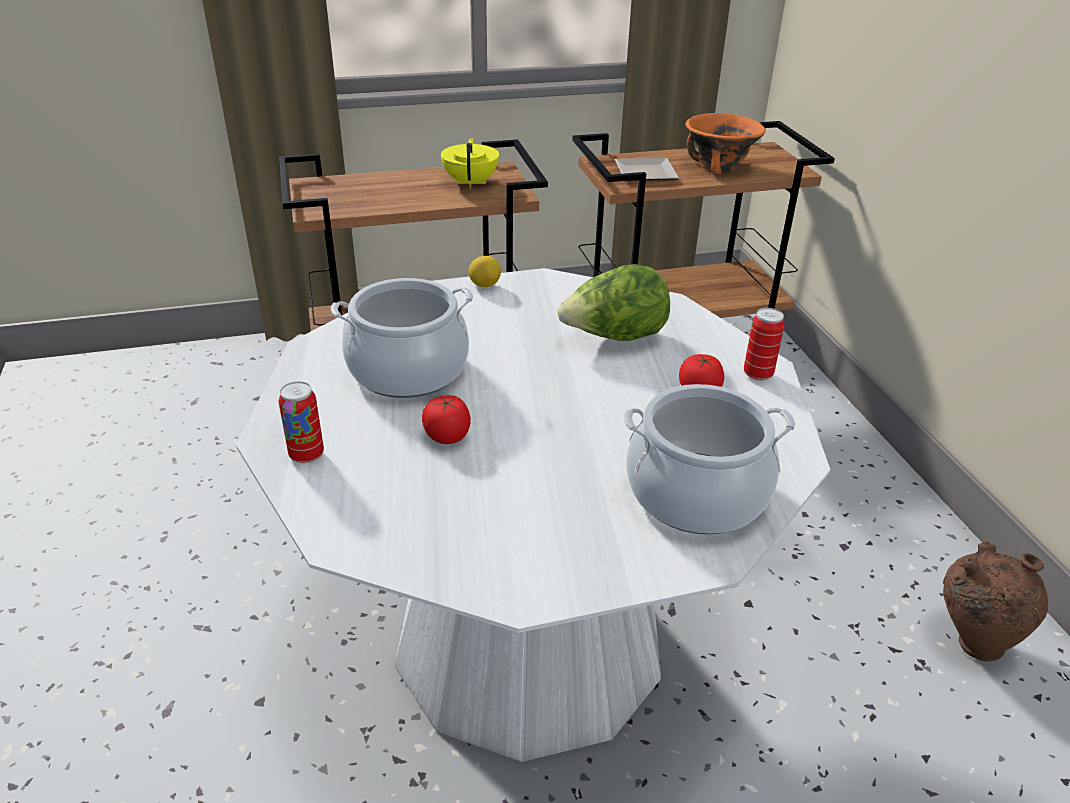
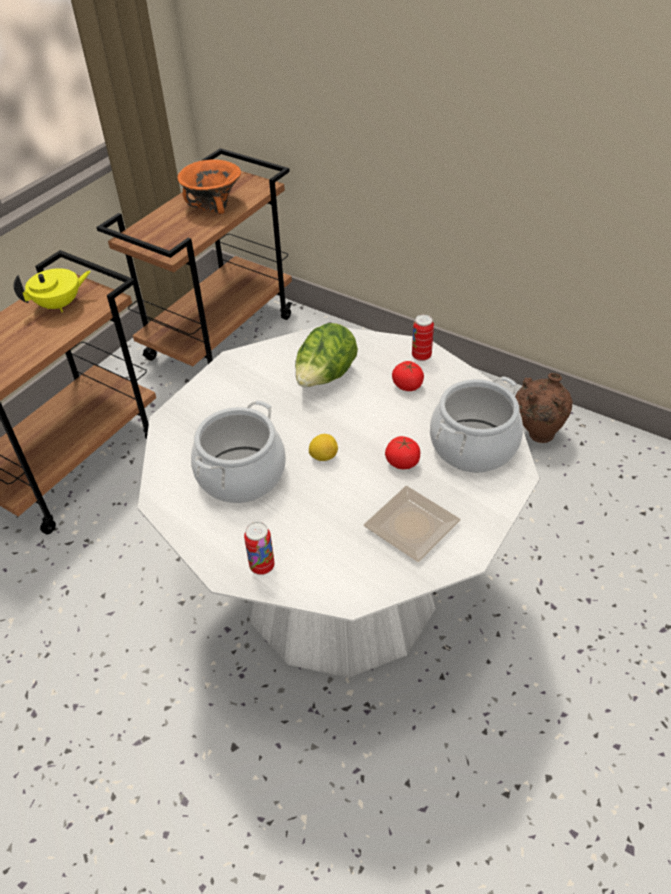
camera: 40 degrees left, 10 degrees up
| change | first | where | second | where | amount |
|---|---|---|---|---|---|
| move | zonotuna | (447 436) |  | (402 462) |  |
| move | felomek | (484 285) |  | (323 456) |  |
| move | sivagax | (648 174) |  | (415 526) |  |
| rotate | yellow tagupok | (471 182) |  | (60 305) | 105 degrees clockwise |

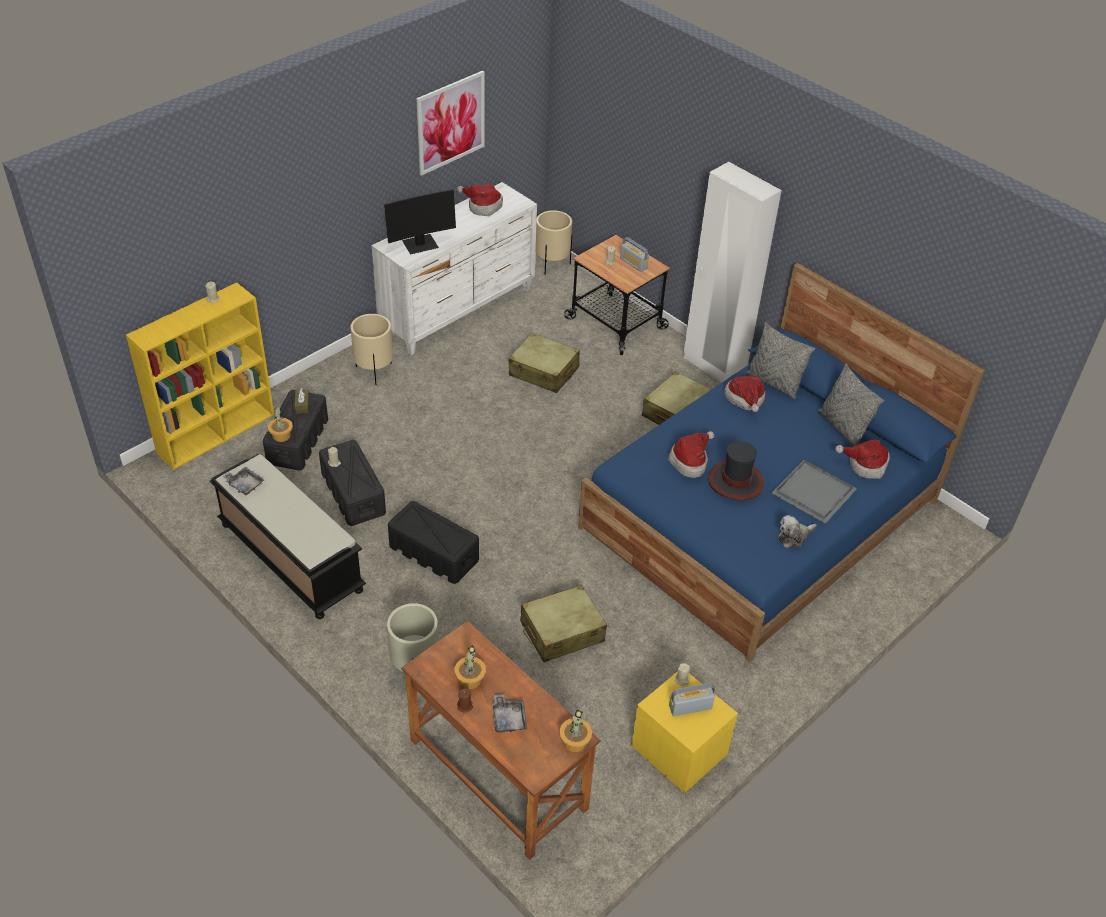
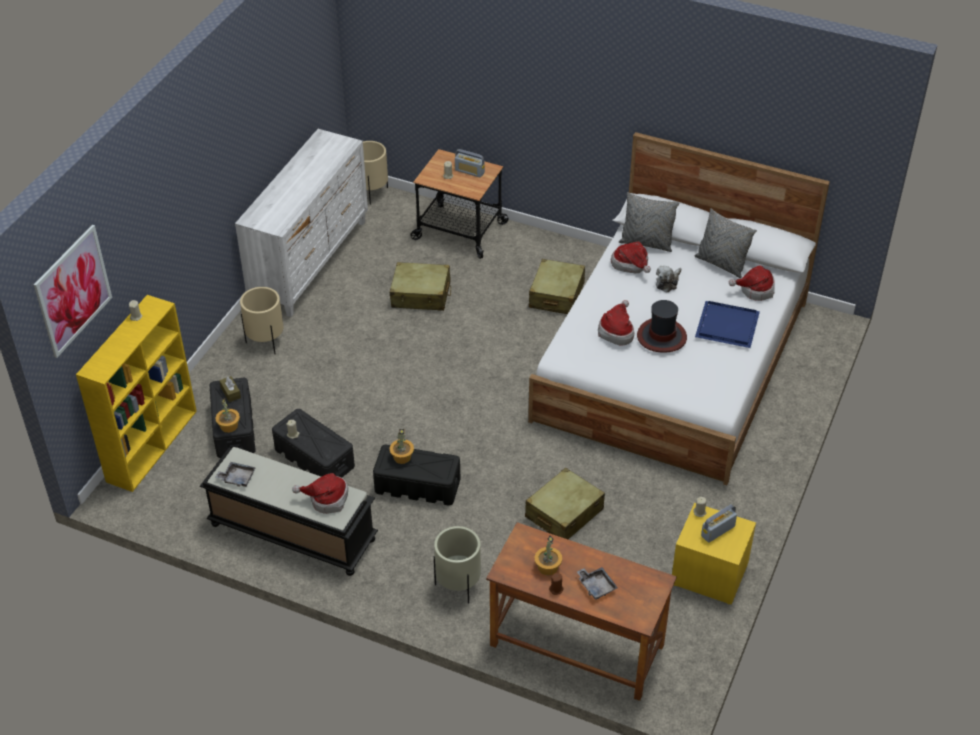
camera: 20 degrees left, 0 degrees up
| change | first | where | second | where | amount |
|---|---|---|---|---|---|
| delete | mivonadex | (420 245) |  |  |  |
| delete | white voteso | (713 368) |  |  |  |
| move | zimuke | (450 122) |  | (73 290) |  |
| move | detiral | (482 206) |  | (326 499) |  |
| move | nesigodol | (575 741) |  | (402 457) |  |
| move | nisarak | (794 537) |  | (668 283) |  |
| recolor | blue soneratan | (761 514) | white soneratan | (673 360) |  |
| recolor | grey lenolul | (813 491) | blue lenolul | (726 325) |  |

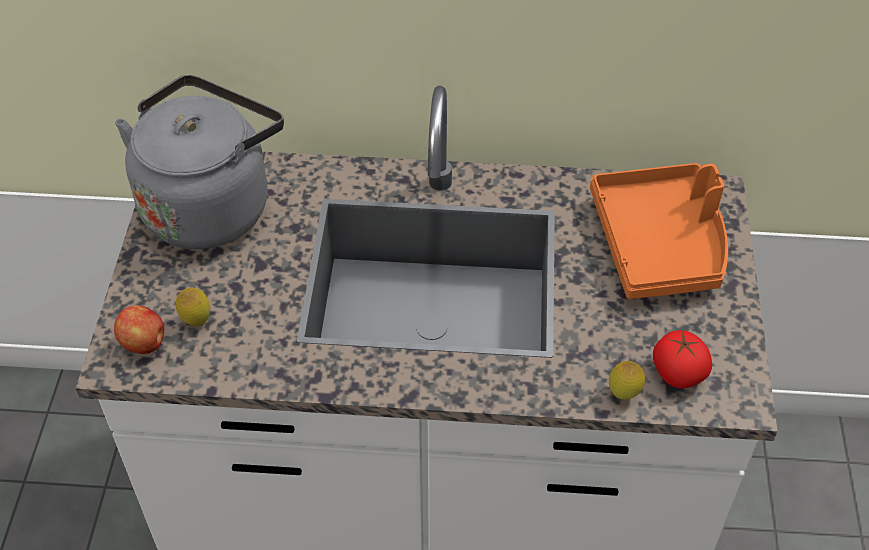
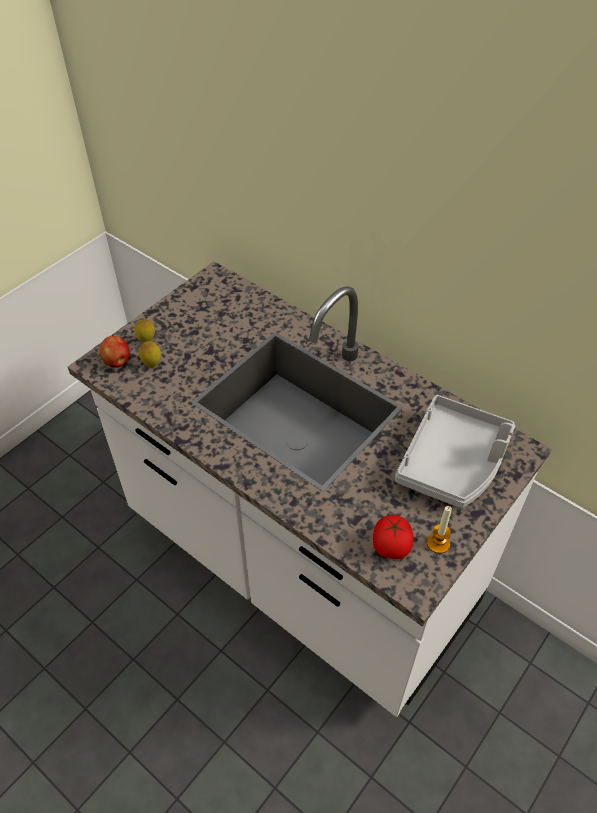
camera: 35 degrees right, 0 degrees up
| change | first | where | second | where | amount |
|---|---|---|---|---|---|
| delete | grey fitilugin | (210 205) |  |  |  |
| insert |  |  | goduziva | (438 543) |  |
| move | felomek | (623 394) |  | (146 341) |  |
| recolor | orange lenolul | (660 244) | grey lenolul | (453 461) |  |

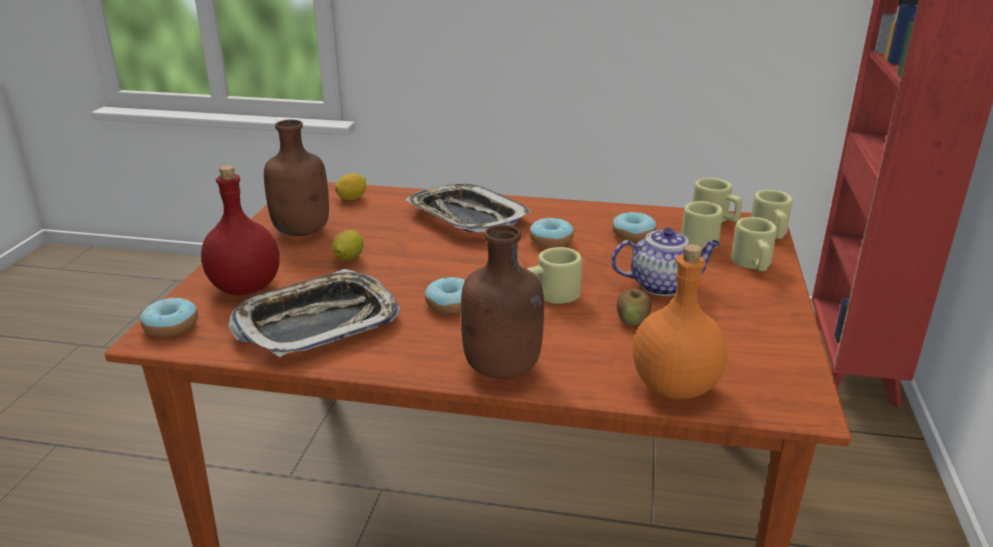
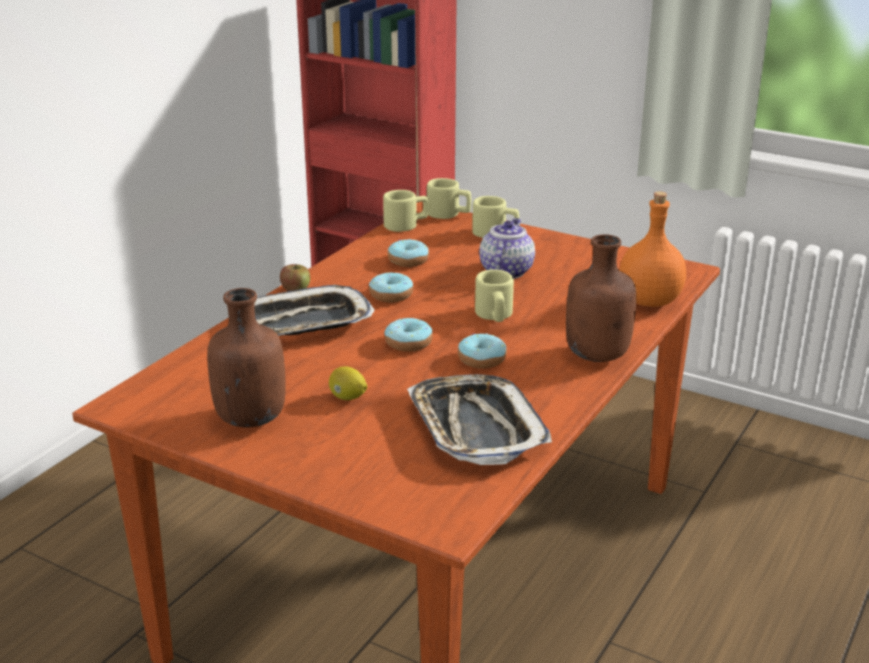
camera: 70 degrees left, 0 degrees up
| change | first | where | second | where | amount |
|---|---|---|---|---|---|
| delete | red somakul | (247 287) |  |  |  |
| delete | felomek | (352 198) |  |  |  |
| delete | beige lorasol | (702 240) |  |  |  |
| move | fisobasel | (171 326) |  | (408 343) |  |
| move | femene | (632 320) |  | (296 289) |  |

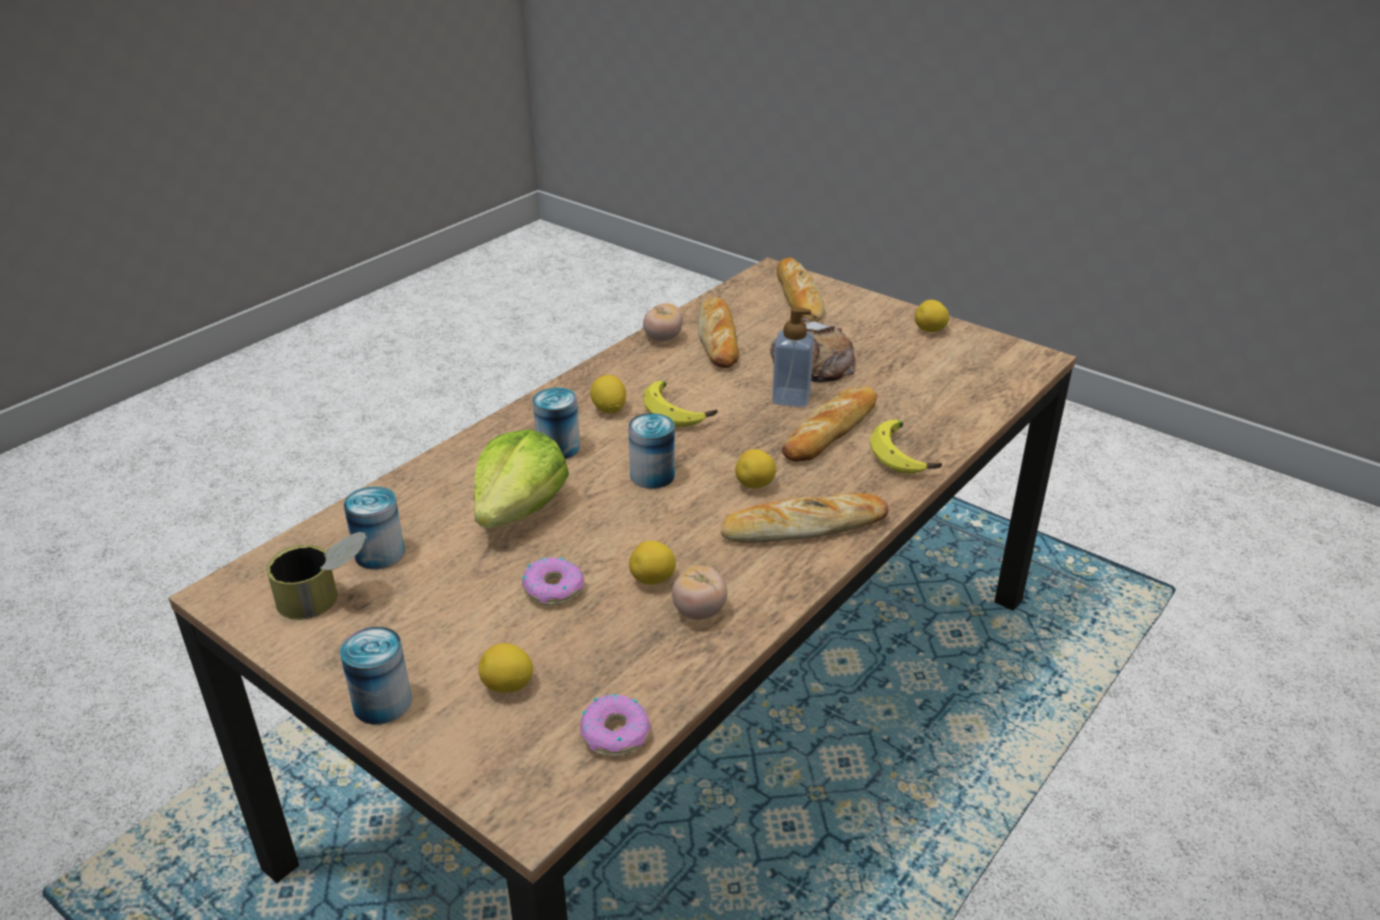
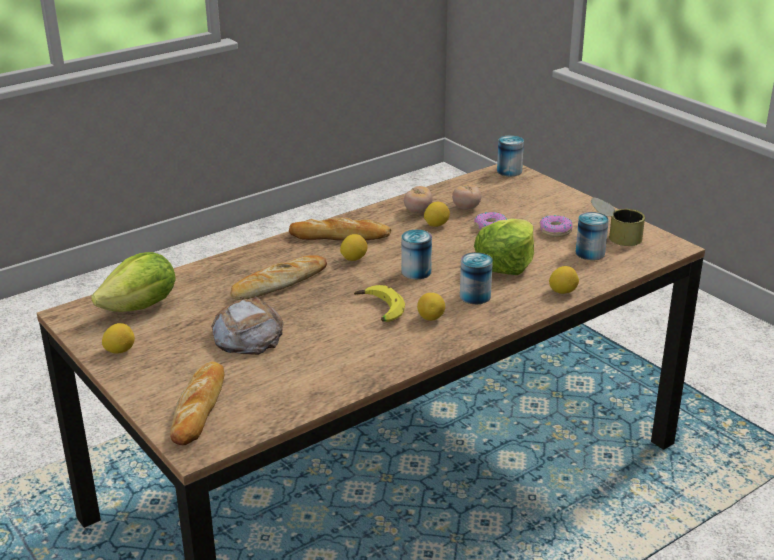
camera: 165 degrees left, 5 degrees down
| change | first | where | second | where | amount |
|---|---|---|---|---|---|
| delete | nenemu | (718 338) |  |  |  |
| delete | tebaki | (791 398) |  |  |  |
| delete | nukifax | (905 455) |  |  |  |
| insert |  |  | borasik | (141 307) |  |
| move | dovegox | (382 703) |  | (509 171) |  |
| move | felomek | (508 686) |  | (563 291) |  |
| move | fisobasel | (615 733) |  | (555 231) |  |
| move | zonotuna | (663 338) |  | (466 208) |  |

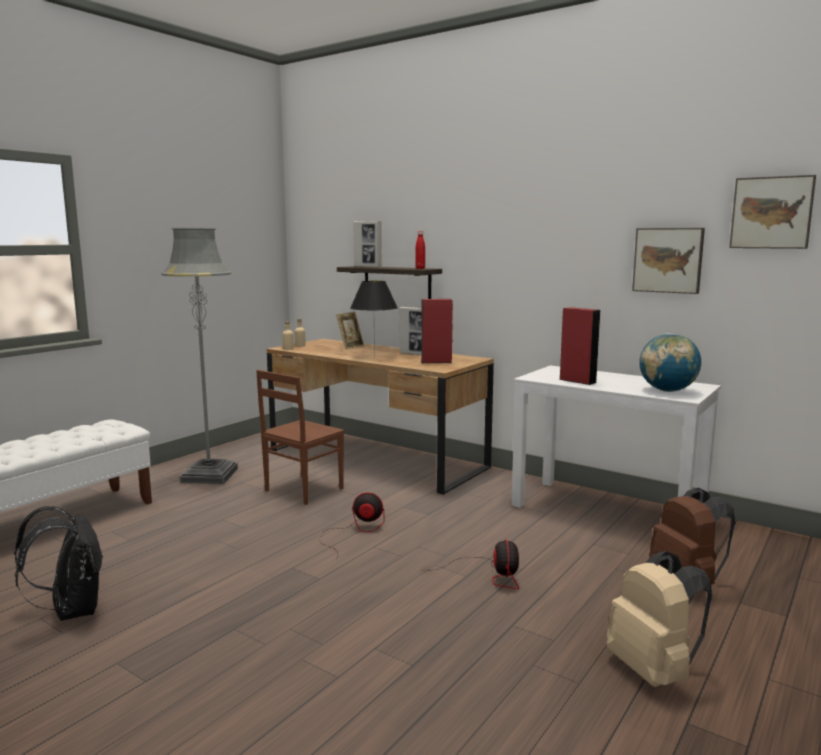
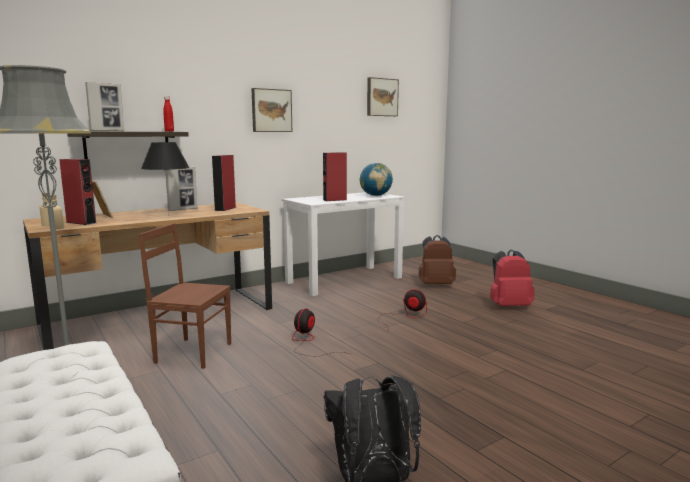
camera: 70 degrees left, 0 degrees up
| change | first | where | second | where | amount |
|---|---|---|---|---|---|
| insert |  |  | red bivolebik | (81 222) |  |
| move | zimuke | (668 260) |  | (271 110) |  |
| recolor | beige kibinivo | (654 671) | red kibinivo | (509 306) |  |
| rotate | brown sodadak | (302 490) |  | (193 352) | 135 degrees clockwise |

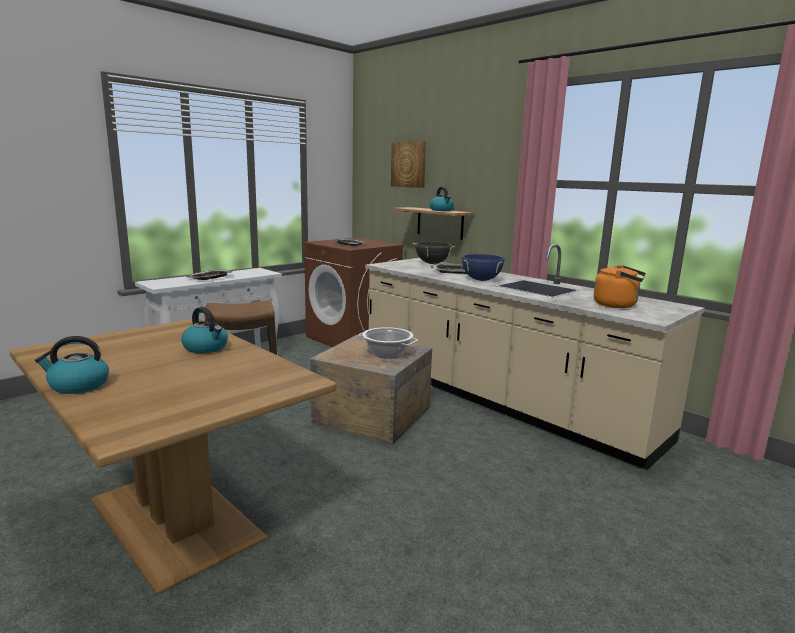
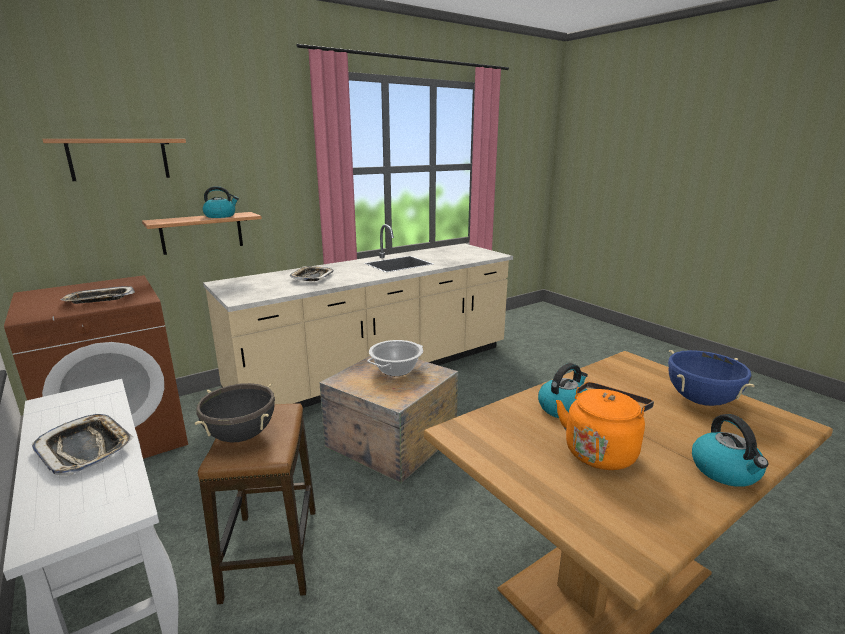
camera: 80 degrees left, 5 degrees up
| change | first | where | second | where | amount |
|---|---|---|---|---|---|
| move | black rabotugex | (432 263) |  | (241 436) |  |
| move | blue rabotugex | (481 280) |  | (700 400) |  |
| move | orange fitilugin | (617 305) |  | (601 451) |  |
| replace | zimuke | (409 164) | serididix | (119 159) |  |

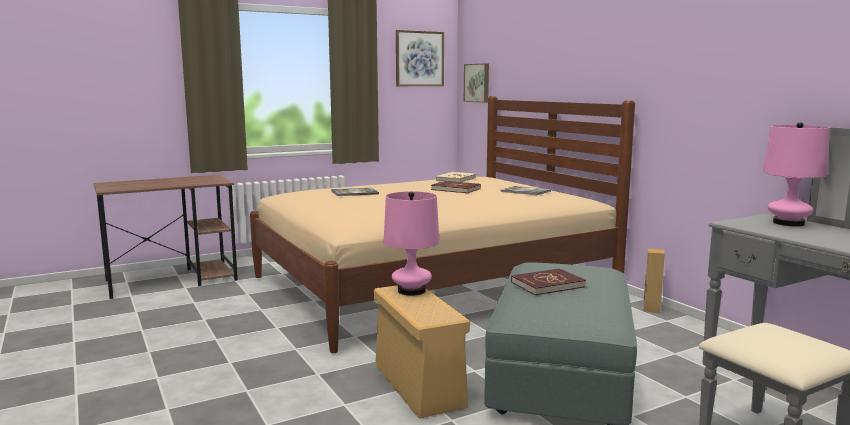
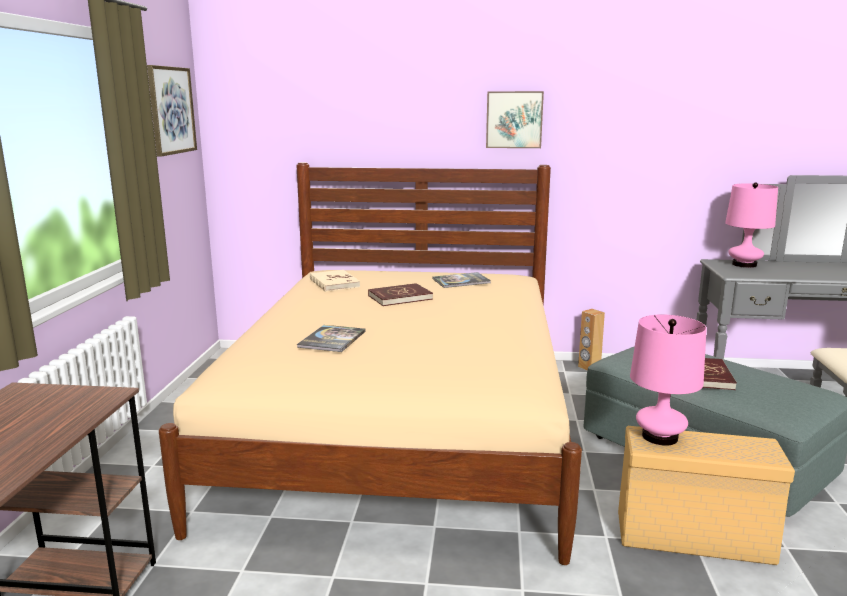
camera: 55 degrees left, 5 degrees up
| change | first | where | second | where | amount |
|---|---|---|---|---|---|
| move | zimuke | (477 83) |  | (514 119) |  |

